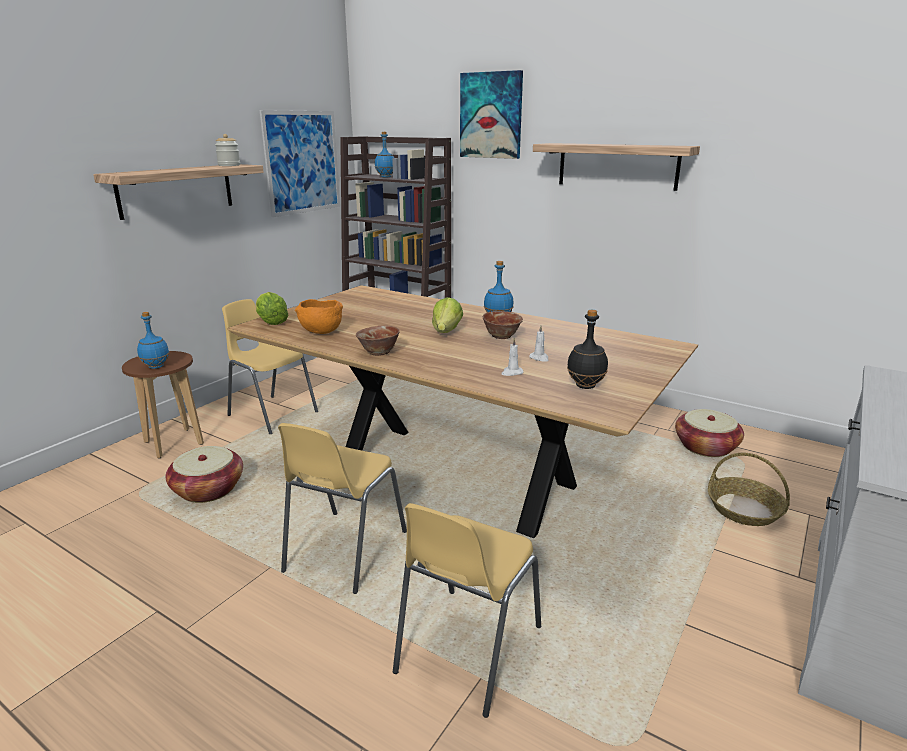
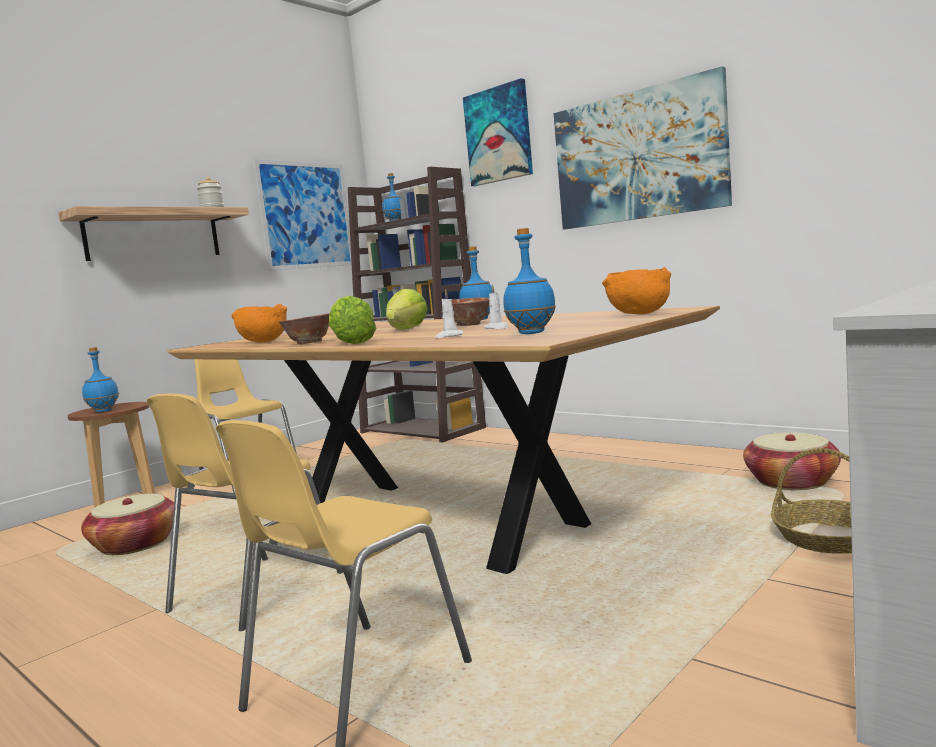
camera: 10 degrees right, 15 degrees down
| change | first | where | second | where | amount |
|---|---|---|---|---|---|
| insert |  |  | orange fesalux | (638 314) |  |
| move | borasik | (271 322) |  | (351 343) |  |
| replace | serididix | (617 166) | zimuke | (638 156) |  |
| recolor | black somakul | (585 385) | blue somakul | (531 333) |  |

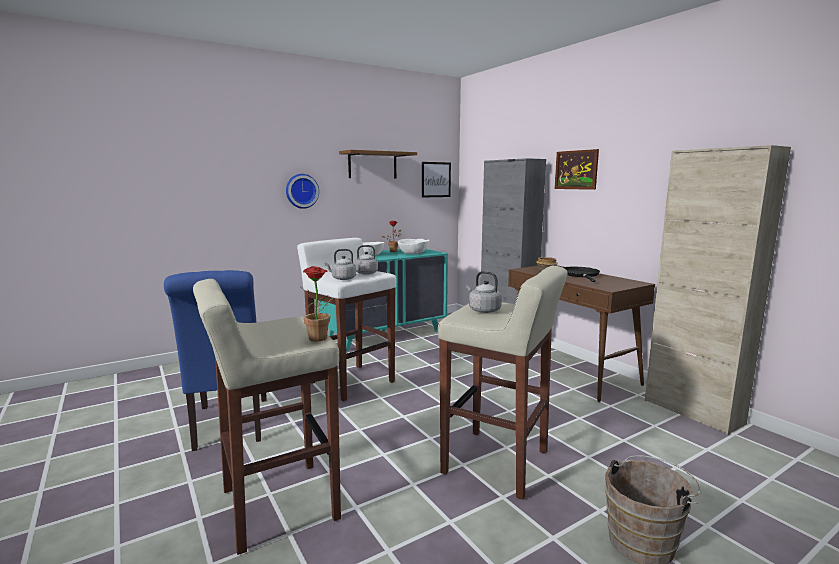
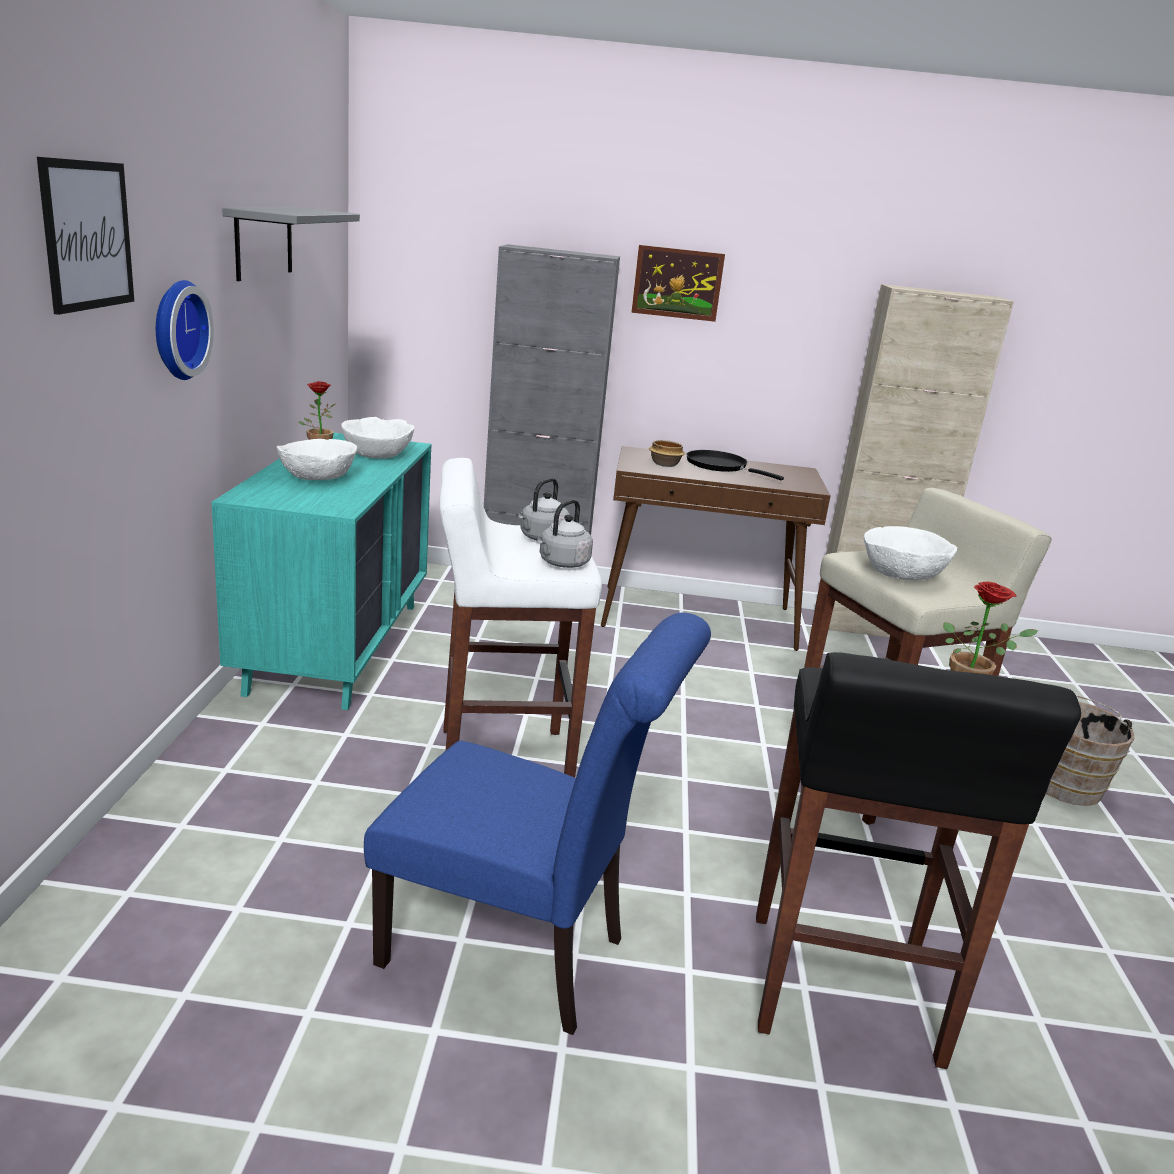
camera: 55 degrees left, 10 degrees up
| change | first | where | second | where | amount |
|---|---|---|---|---|---|
| move | zimuke | (436 179) |  | (87 235) |  |
| replace | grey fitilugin | (483 310) | white fesalux | (901 574) |  |
| recolor | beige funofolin | (277 505) | black funofolin | (842 989) |  |
| recolor | brown serididix | (372 165) | grey serididix | (264 242) |  |

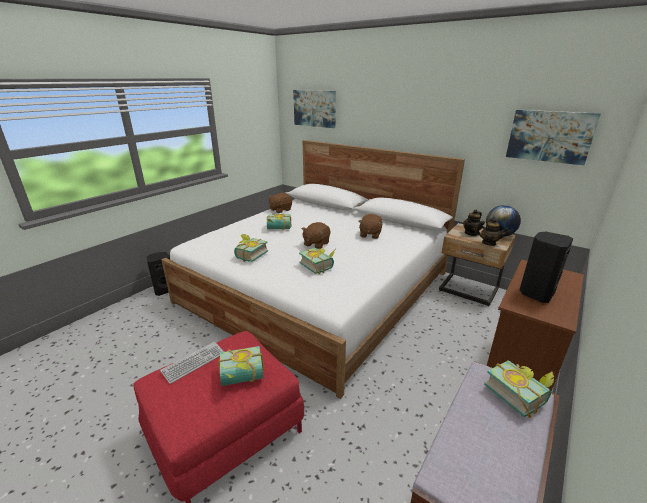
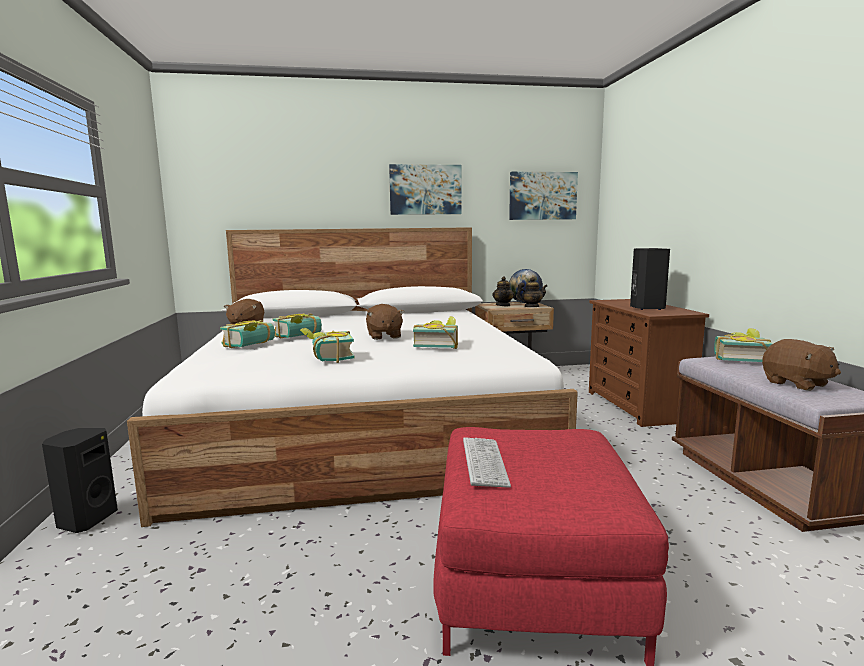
camera: 45 degrees left, 15 degrees down
| change | first | where | second | where | amount |
|---|---|---|---|---|---|
| move | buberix | (242 378) |  | (252 345) |  |
| move | zimuke | (314 108) |  | (425 189) |  |
| move | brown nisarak | (370 234) |  | (796 384) |  |

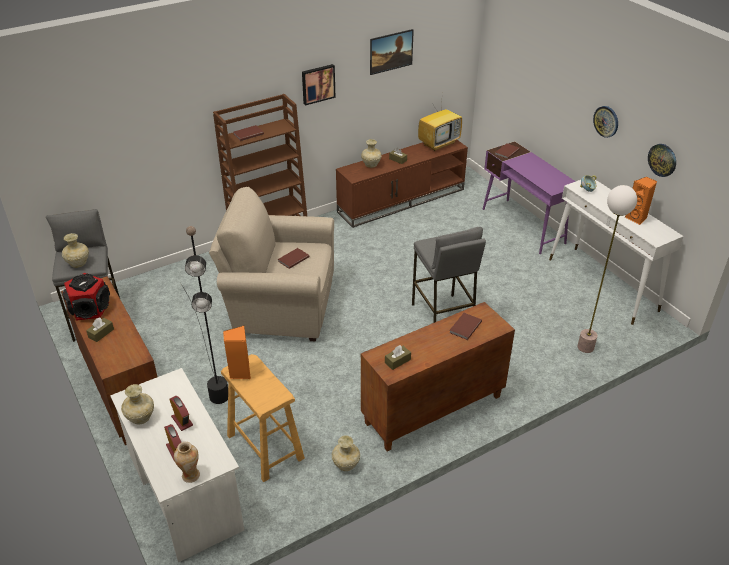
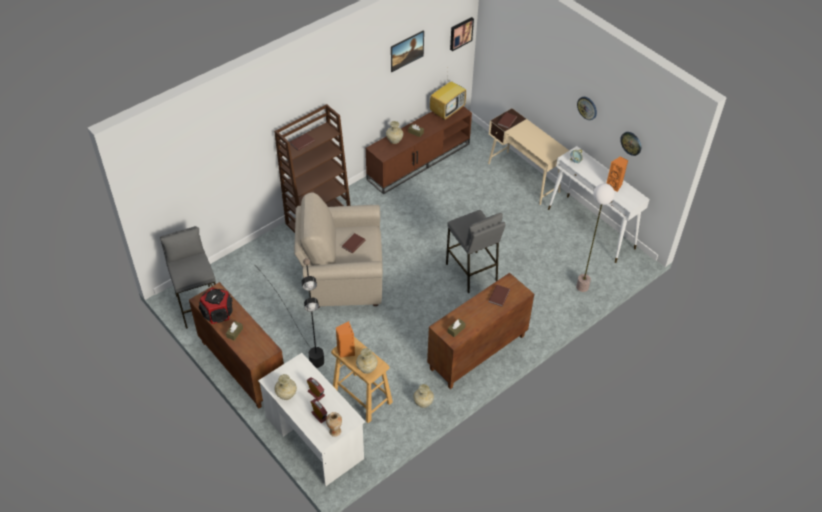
camera: 10 degrees left, 10 degrees up
| change | first | where | second | where | amount |
|---|---|---|---|---|---|
| move | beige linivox | (78 263) |  | (366 369) |  |
| move | zimuke | (317 84) |  | (460 33) |  |
| recolor | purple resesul | (523 226) | beige resesul | (523 177) |  |

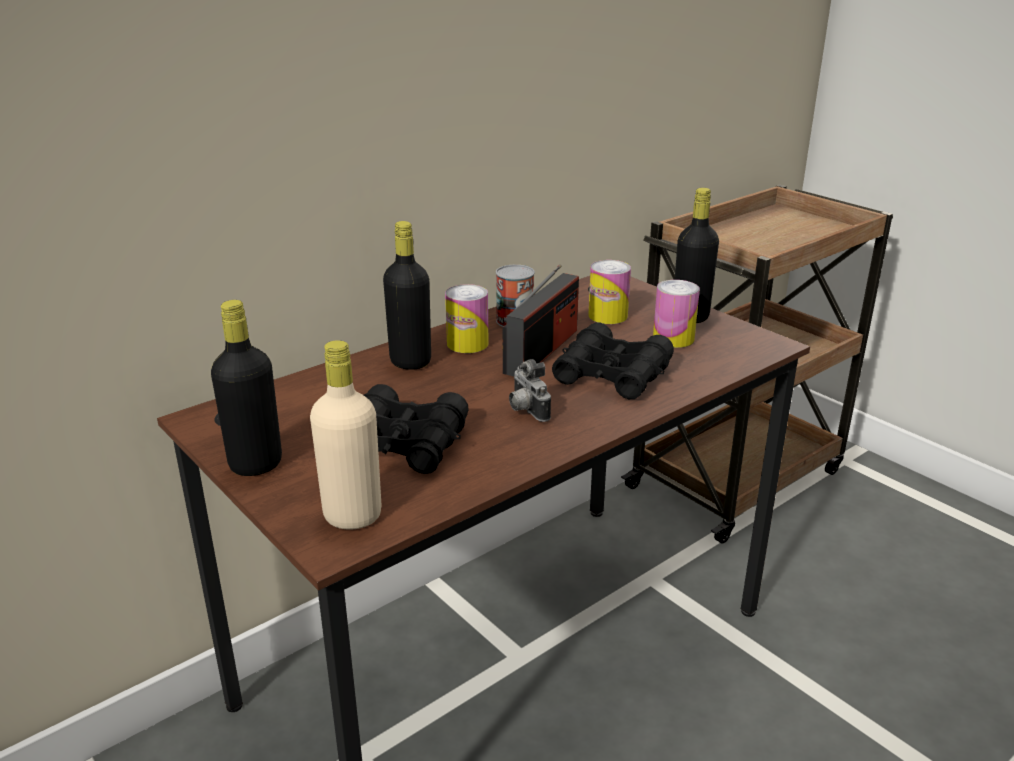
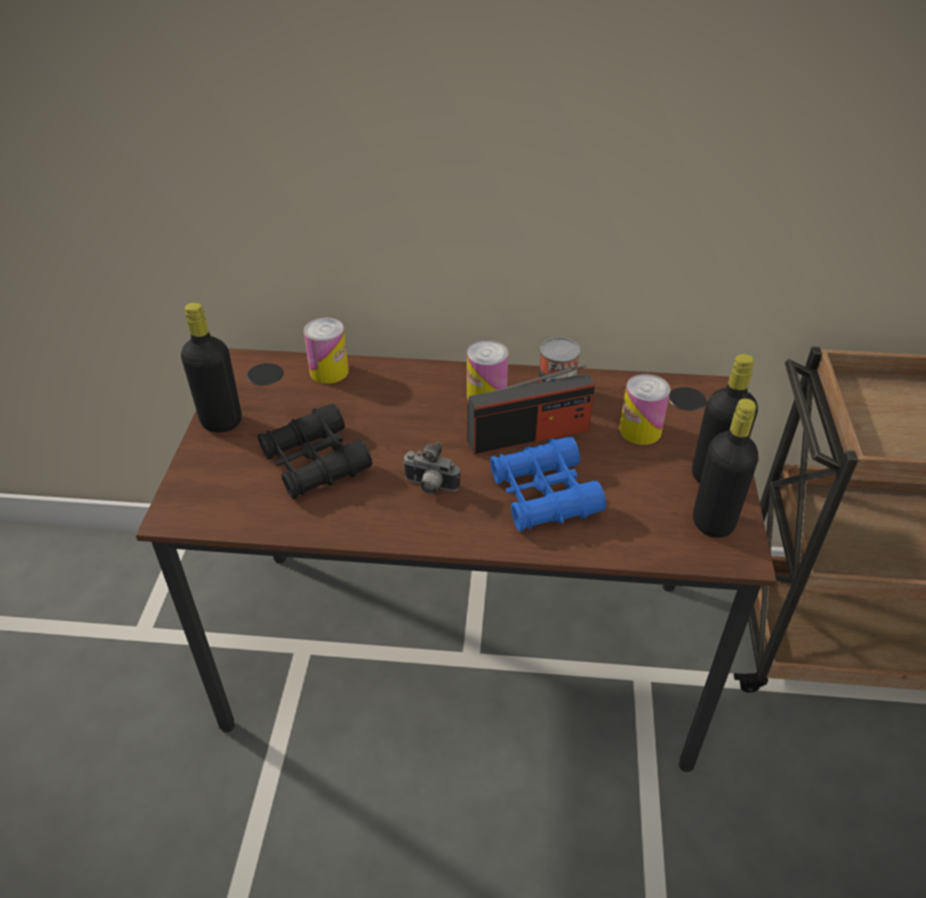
camera: 45 degrees right, 15 degrees up
| change | first | where | second | where | amount |
|---|---|---|---|---|---|
| delete | beige somakul | (352 516) |  |  |  |
| move | black somakul | (410 361) |  | (713 522) |  |
| move | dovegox | (673 338) |  | (329 371) |  |
| recolor | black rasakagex | (612 375) | blue rasakagex | (544 495) |  |
| rotate | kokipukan | (526 410) |  | (430 487) | 90 degrees counterclockwise |

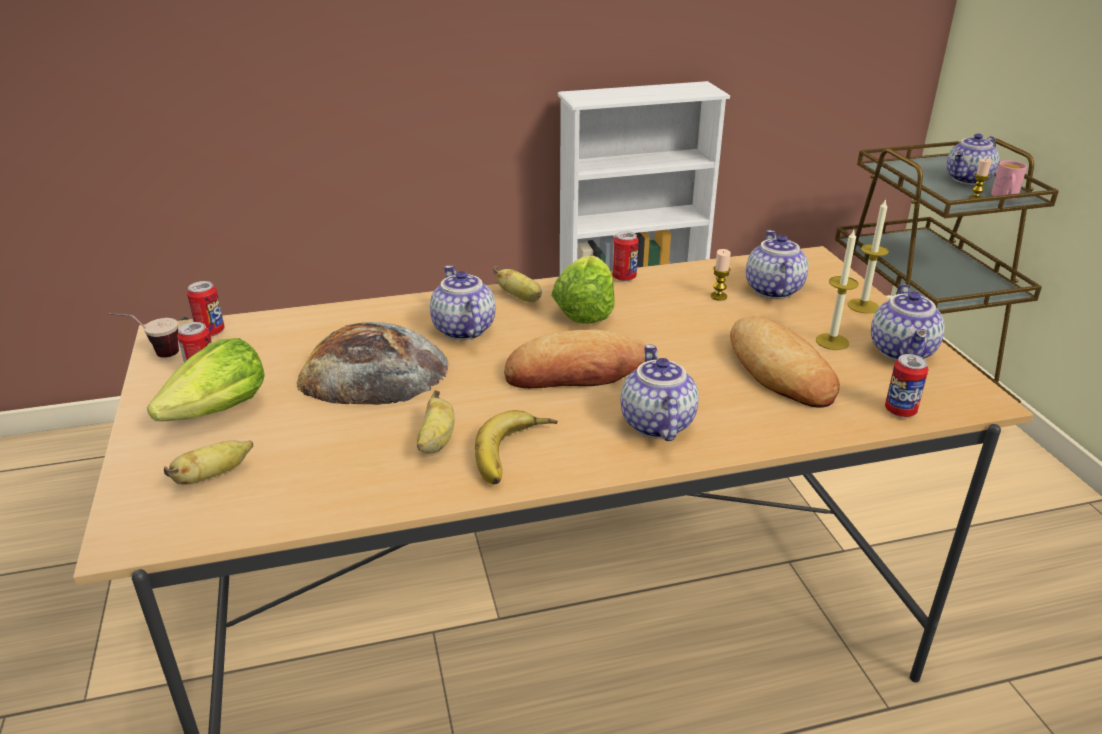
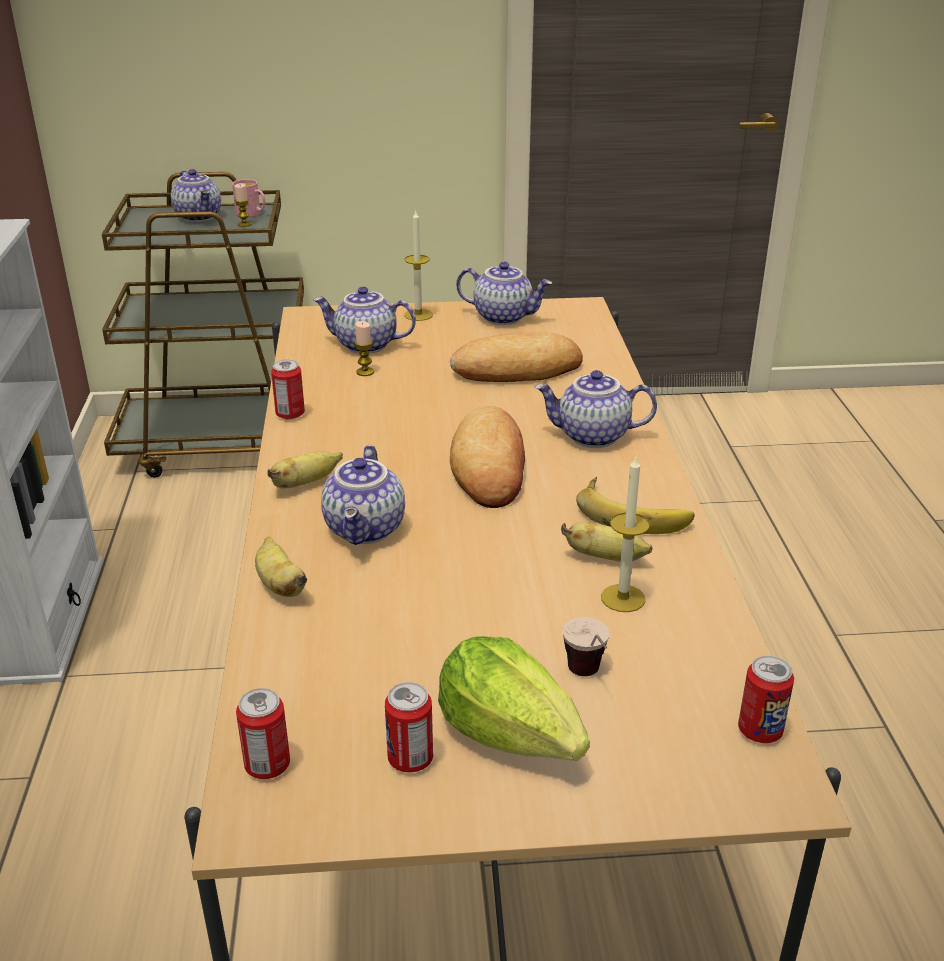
camera: 80 degrees left, 0 degrees up
| change | first | where | second | where | amount |
|---|---|---|---|---|---|
| delete | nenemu | (373 371) |  |  |  |
| delete | borasik | (584 310) |  |  |  |
| move | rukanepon | (154 355) |  | (588 679) |  |
| move | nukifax | (213 475) |  | (280 585) |  |
| move | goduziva | (832 341) |  | (623 598) |  |
| move | dovegox | (900 411) |  | (760 731) |  |
| rotate | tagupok | (462 329) |  | (367 529) | 75 degrees counterclockwise |

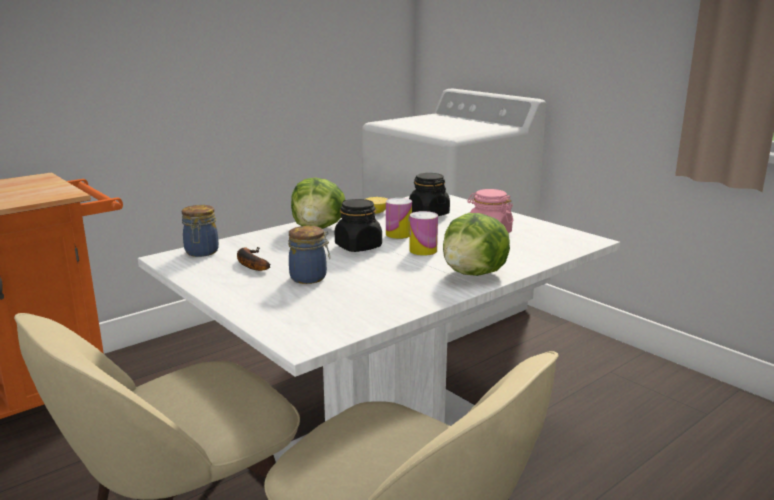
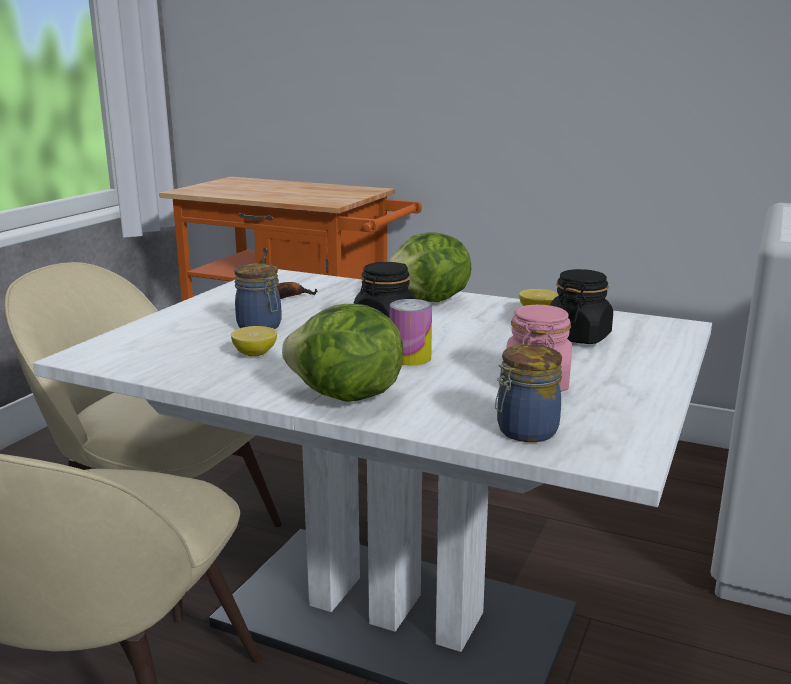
camera: 65 degrees right, 0 degrees up
| change | first | where | second | where | amount |
|---|---|---|---|---|---|
| delete | dovegox | (398 234) |  |  |  |
| insert |  |  | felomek | (255 353) |  |
| move | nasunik | (201 252) |  | (524 431) |  |

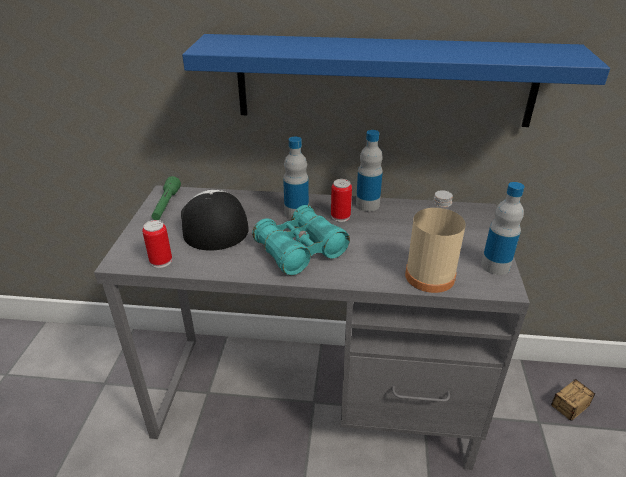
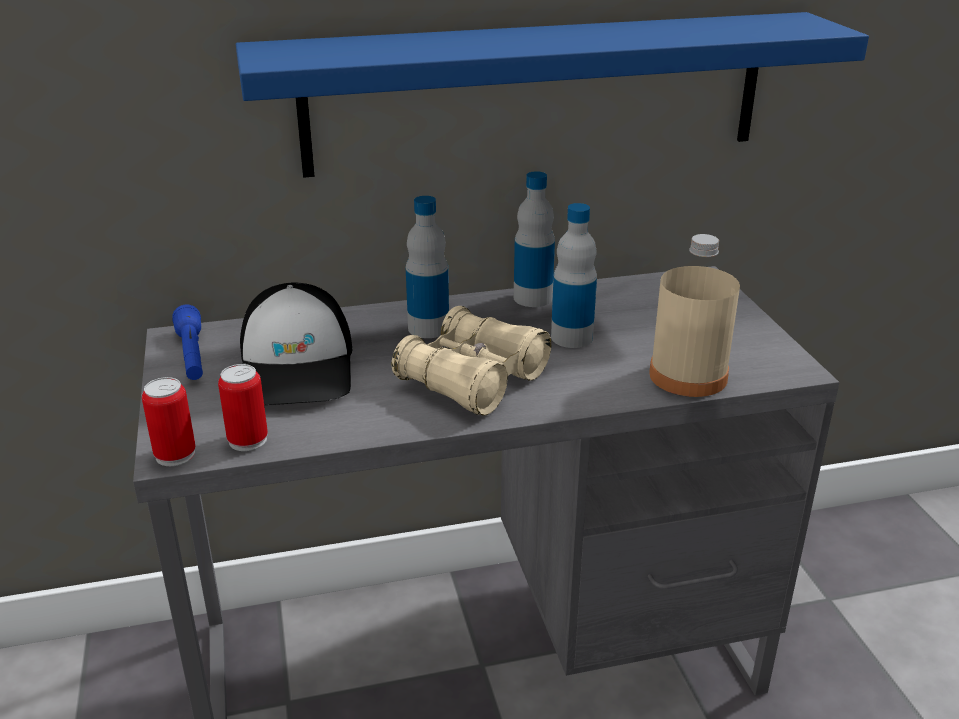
camera: 20 degrees left, 5 degrees down
| change | first | where | second | where | amount |
|---|---|---|---|---|---|
| delete | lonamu | (556 416) |  |  |  |
| move | dovegox | (340 216) |  | (175 454) |  |
| move | somakul | (495 266) |  | (571 337) |  |
| recolor | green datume | (166 205) | blue datume | (192 355) |  |
| recolor | turquoise rasakagex | (300 250) | beige rasakagex | (473 379) |  |
| rotate | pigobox | (212 223) |  | (298 368) | 150 degrees counterclockwise |

